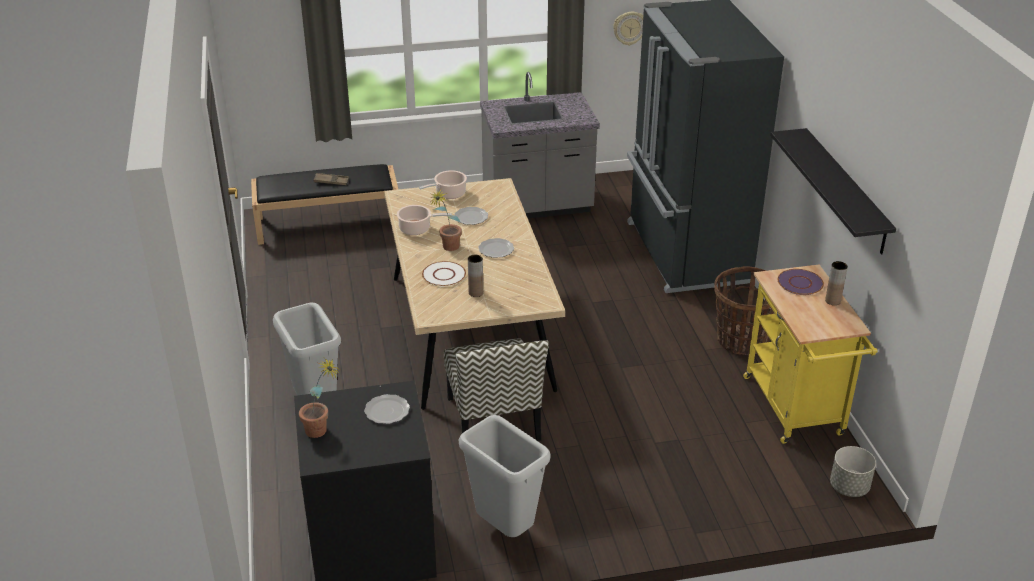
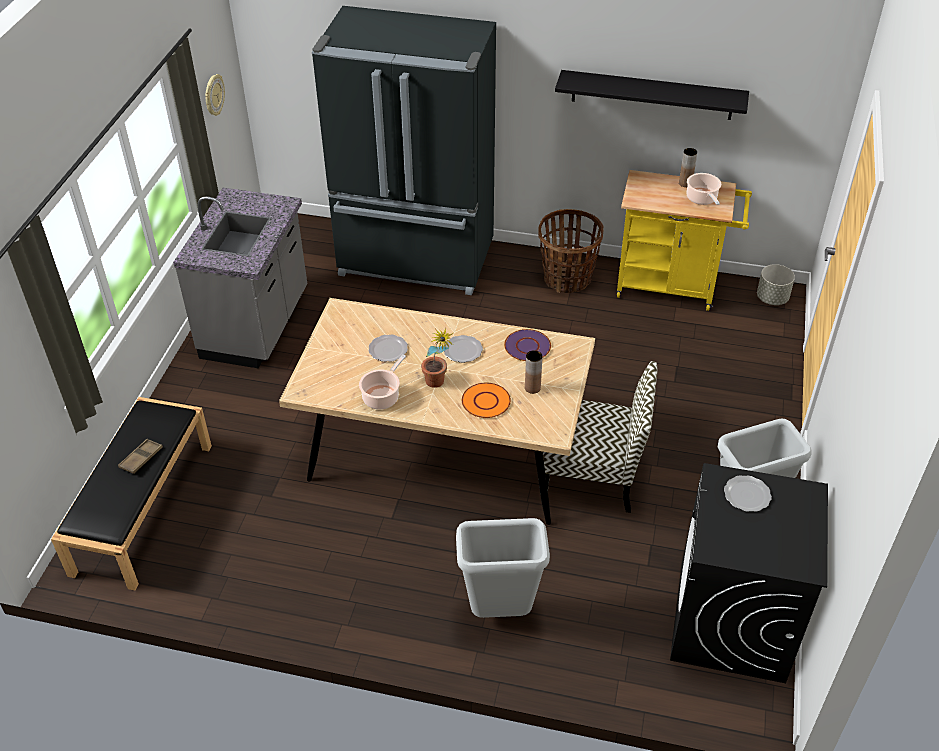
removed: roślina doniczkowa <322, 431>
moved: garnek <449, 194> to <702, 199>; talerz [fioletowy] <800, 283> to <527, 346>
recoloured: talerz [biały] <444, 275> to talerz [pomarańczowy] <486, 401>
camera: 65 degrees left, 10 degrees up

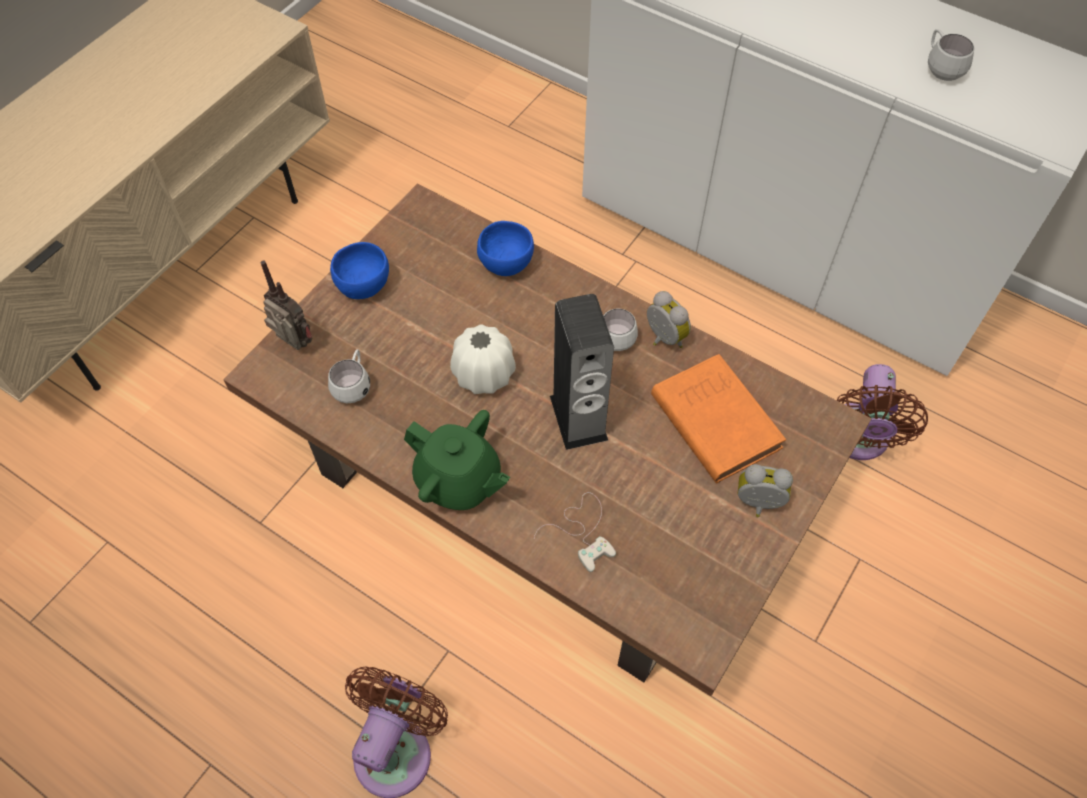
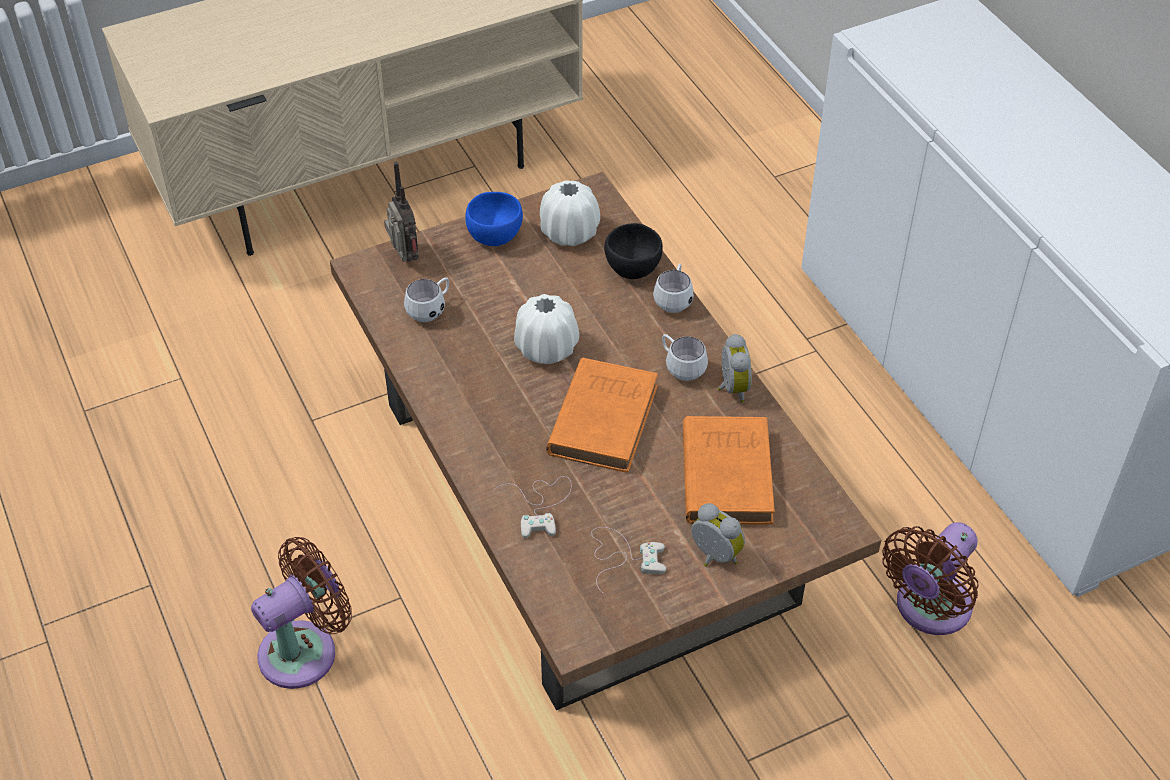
removed: imbryk [zielony] <458, 481>
added: wazon [biały] <569, 233>; pad do gier [biały] <623, 556>
moved: kubek [biały] <940, 68> to <674, 299>
replaced: głośnik <578, 417> to książka [pomarańczowy] <604, 417>
recoloured: miska [niebieski] <505, 263> to miska [czarny] <633, 267>
camera: 30 degrees right, 10 degrees down

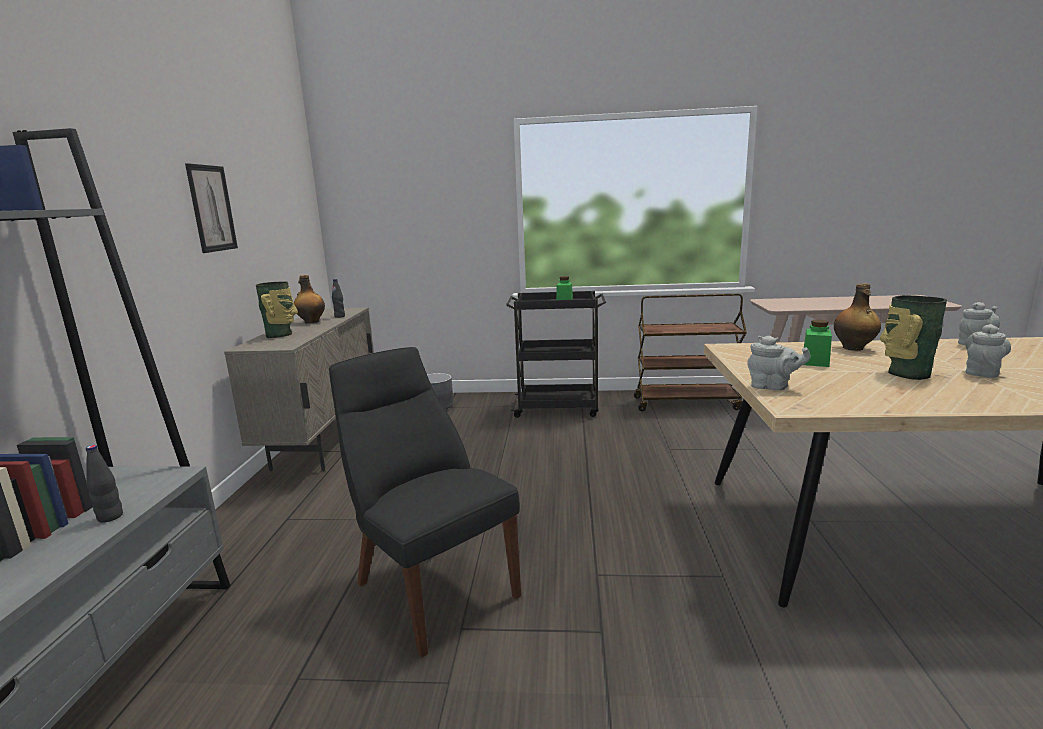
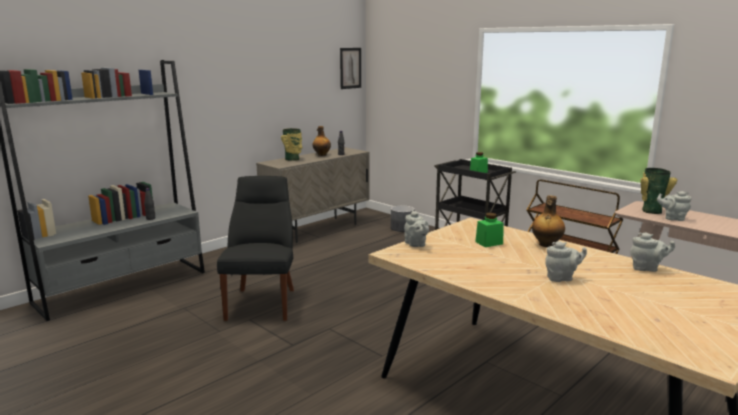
added: imbryk [szary] <673, 218>
moved: obraz <212, 208> to <350, 68>; wazon <906, 373> to <651, 210>
camera: 40 degrees right, 0 degrees up

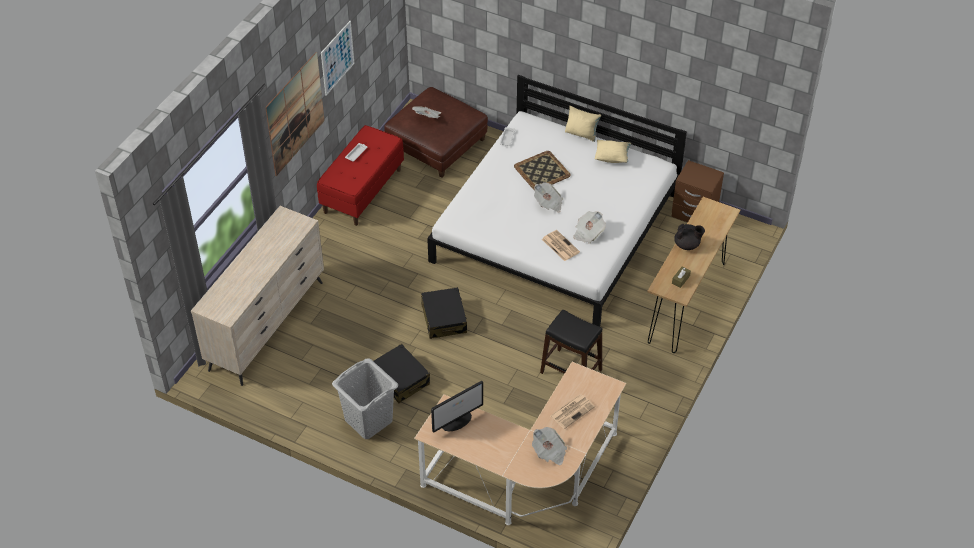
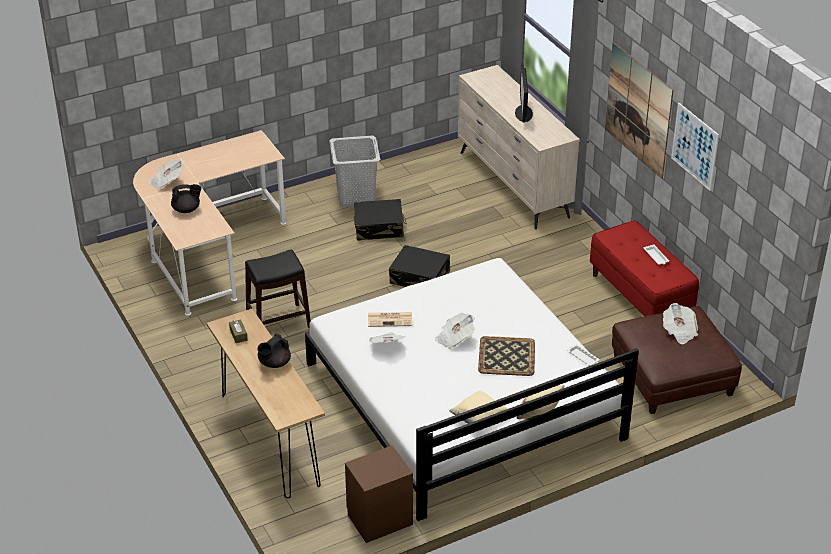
moved: monitor <457, 421> to <523, 113>
replaced: gazeta <572, 411> to imbryk [czarny] <187, 209>
camera: 125 degrees right, 10 degrees down

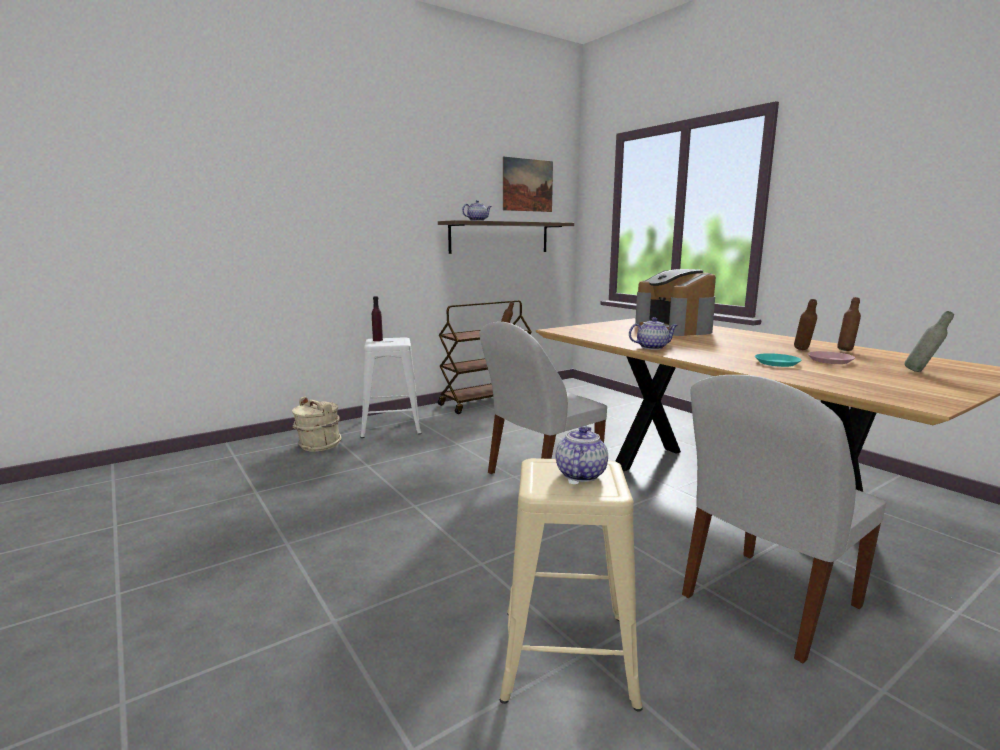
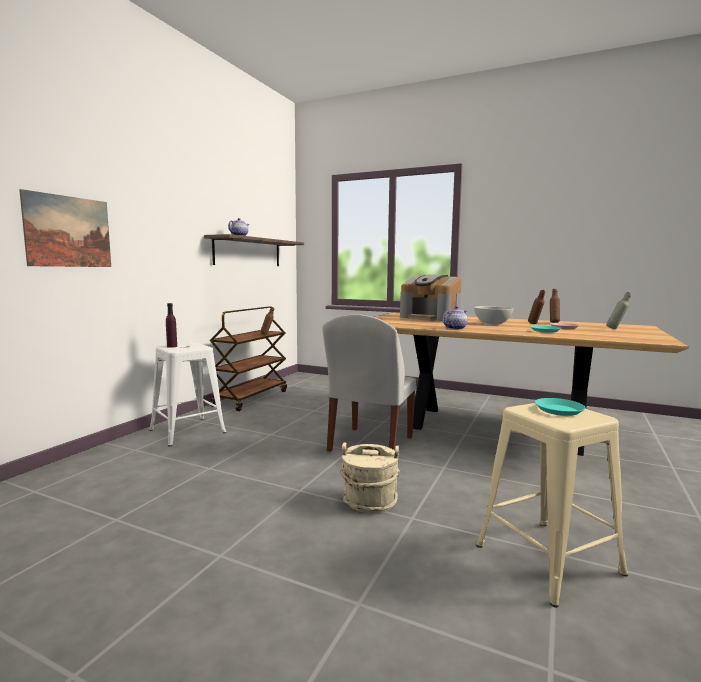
removed: krzesło [biały] <767, 603>
added: miska [biały] <492, 324>
moved: wiadro [beżowy] <318, 445> to <369, 501>; obraz <527, 185> to <69, 231>
replaced: imbryk <580, 474> to talerz [turkusowy] <558, 410>
camera: 30 degrees left, 5 degrees down

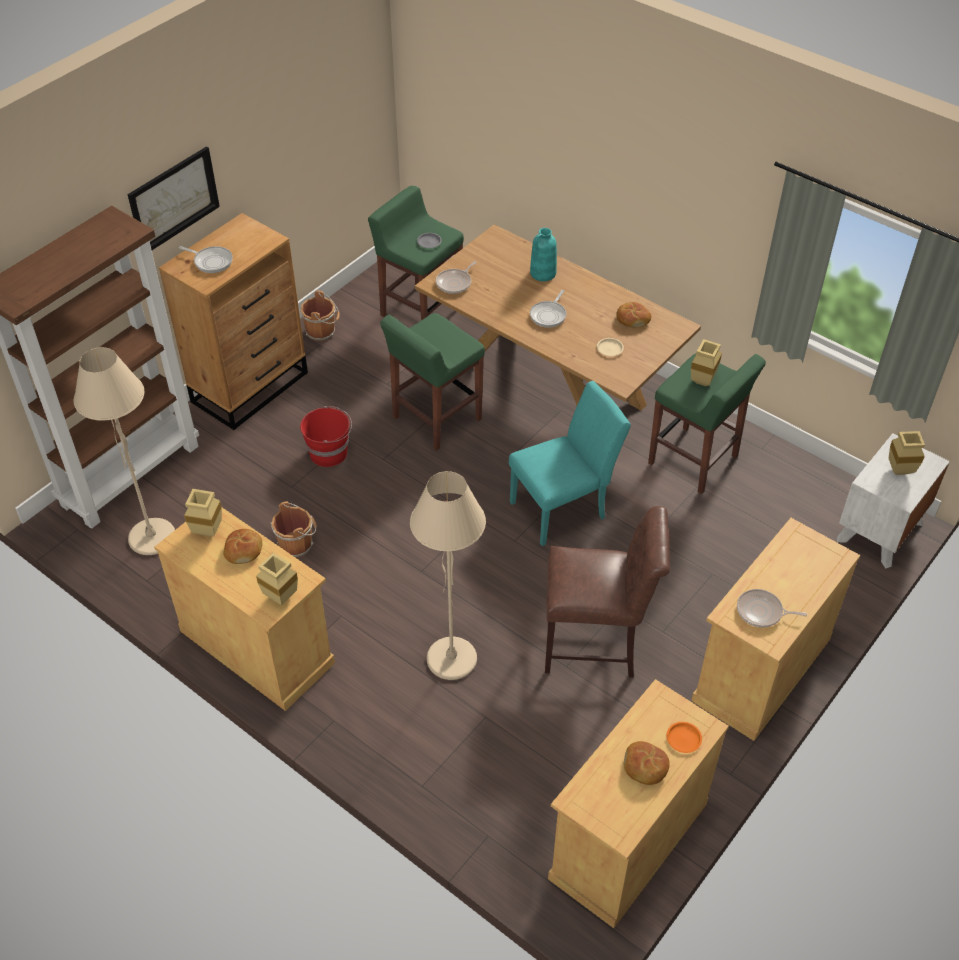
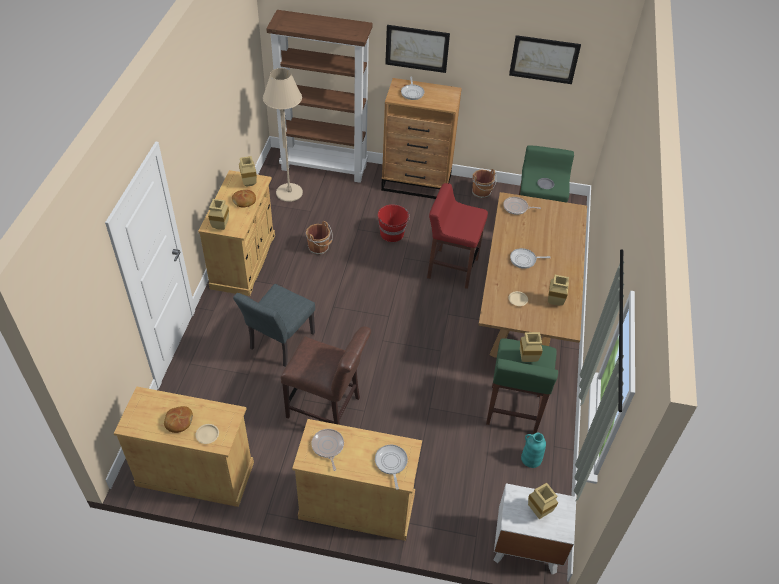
removed: krzesło [turkusowy] <564, 508>
added: patelnia <391, 463>; obraz <544, 59>
moved: wazon [turkusowy] <543, 273> to <531, 459>
replaced: lampa stojąca [beżowy] <451, 659> to krzesło [szary] <279, 344>; chleb <632, 319> to wazon [beżowy] <555, 302>
recoloured: stołek [zielony] <435, 419> to stołek [czerwony] <451, 268>; talerz [pomarańczowy] <683, 738> to talerz [beżowy] <207, 434>
turned: krzesło [brązowy] <596, 645> = <327, 409> 45 degrees counterclockwise
camera: 60 degrees right, 0 degrees up

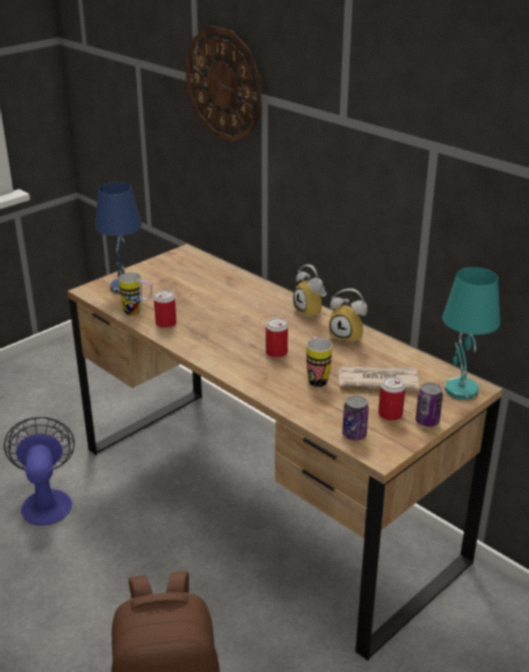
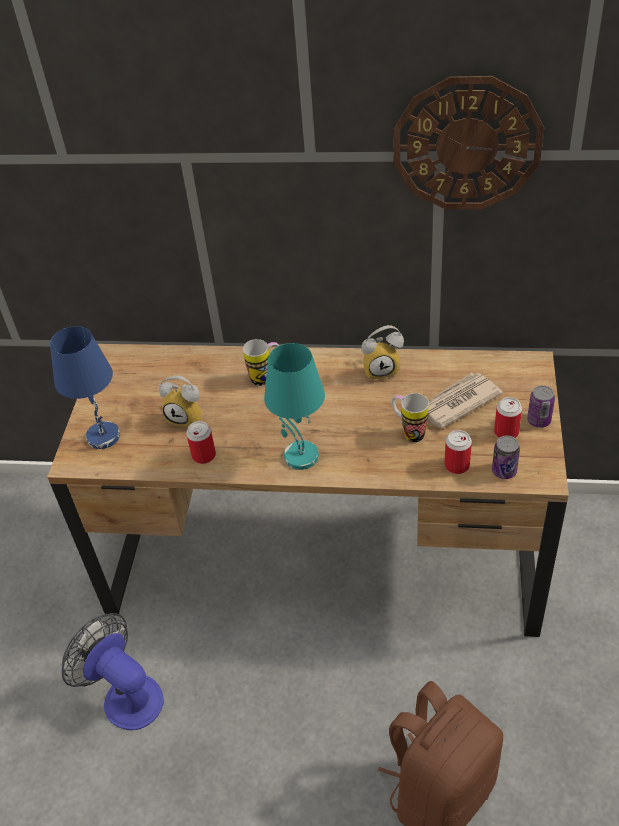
moved: kubek <138, 312> to <266, 377>; zegar ścienny <224, 84> to <467, 144>; puszka <276, 353> to <457, 465>; budzik <312, 312> to <188, 417>; lampa stołowa [turkusowy] <460, 389> to <300, 456>
camera: 35 degrees left, 15 degrees up

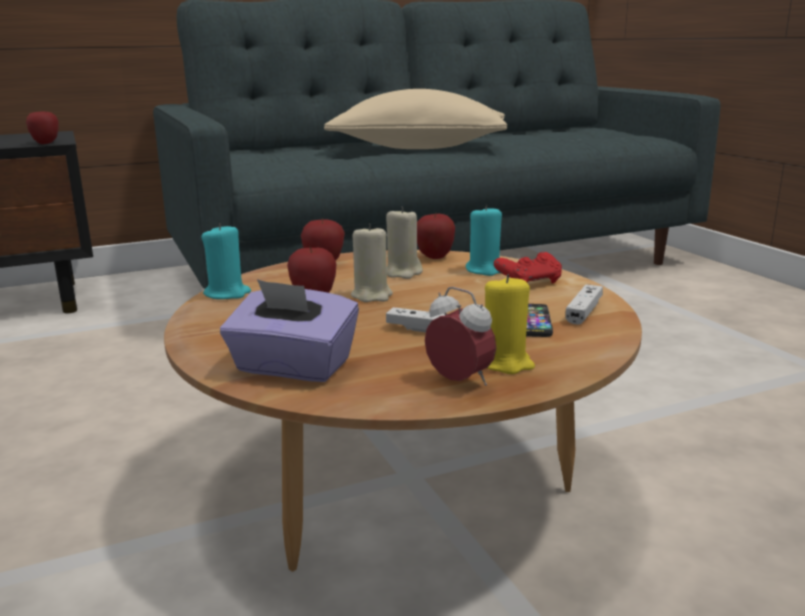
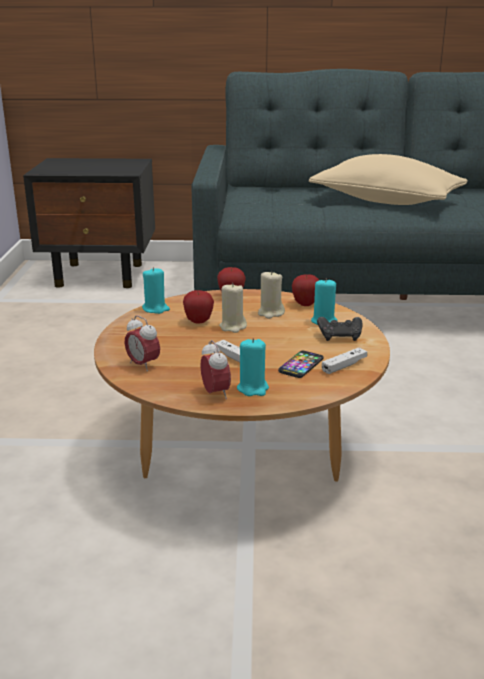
removed: jabłko <46, 143>
replaced: pudełko chusteczek [fioletowy] <292, 367> to budzik <143, 365>
recoloured: świeca [żółty] <505, 363> to świeca [turkusowy] <253, 388>; pad do gier [czerwony] <529, 282> to pad do gier [czarny] <340, 337>
camera: 25 degrees right, 5 degrees up

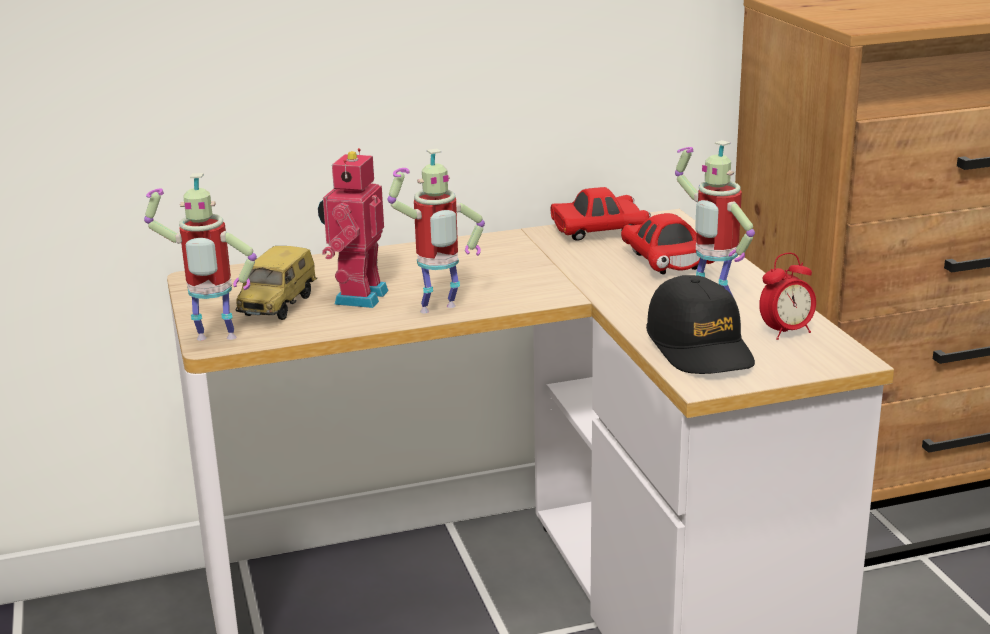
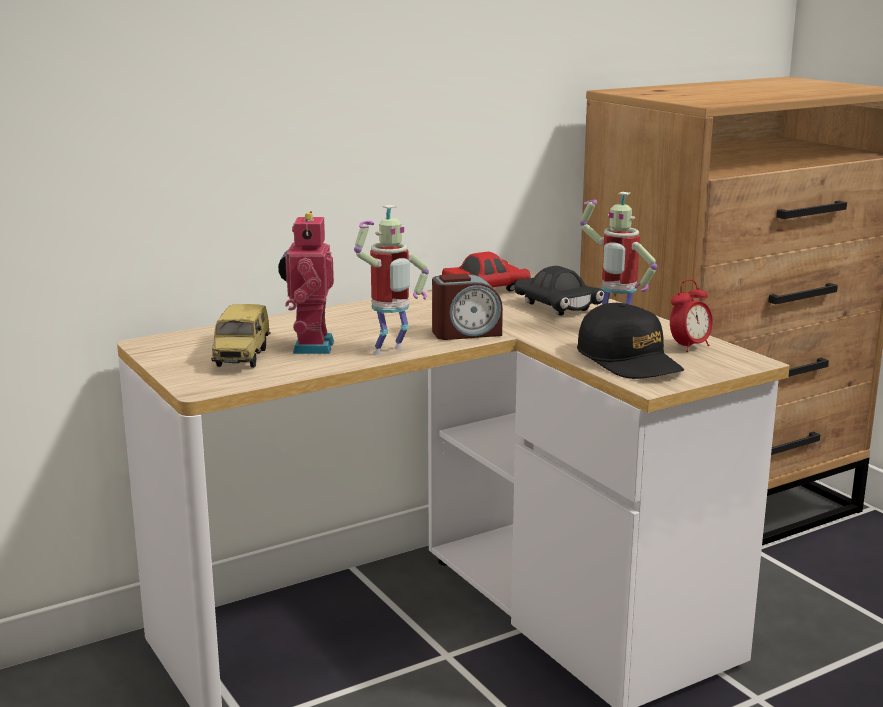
removed: robot zabawkowy <214, 340>
added: budzik <466, 333>
recoloured: samochodzik [czerwony] <666, 262> to samochodzik [czarny] <557, 307>
camera: 15 degrees left, 5 degrees down

